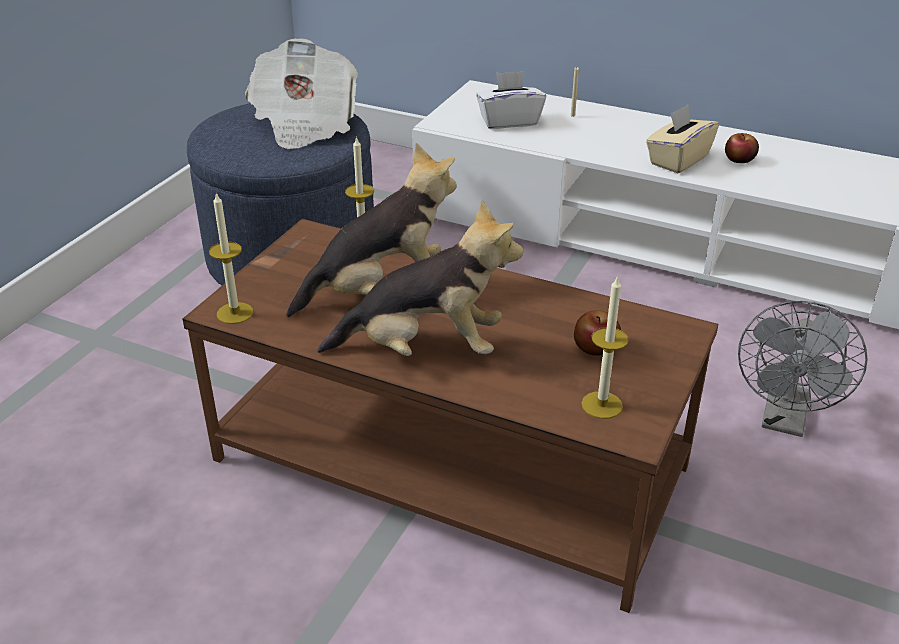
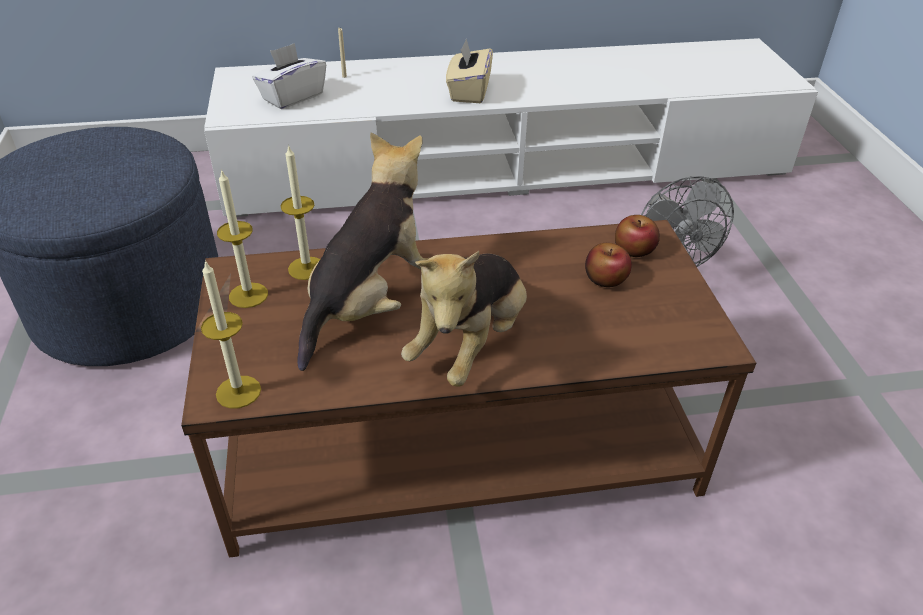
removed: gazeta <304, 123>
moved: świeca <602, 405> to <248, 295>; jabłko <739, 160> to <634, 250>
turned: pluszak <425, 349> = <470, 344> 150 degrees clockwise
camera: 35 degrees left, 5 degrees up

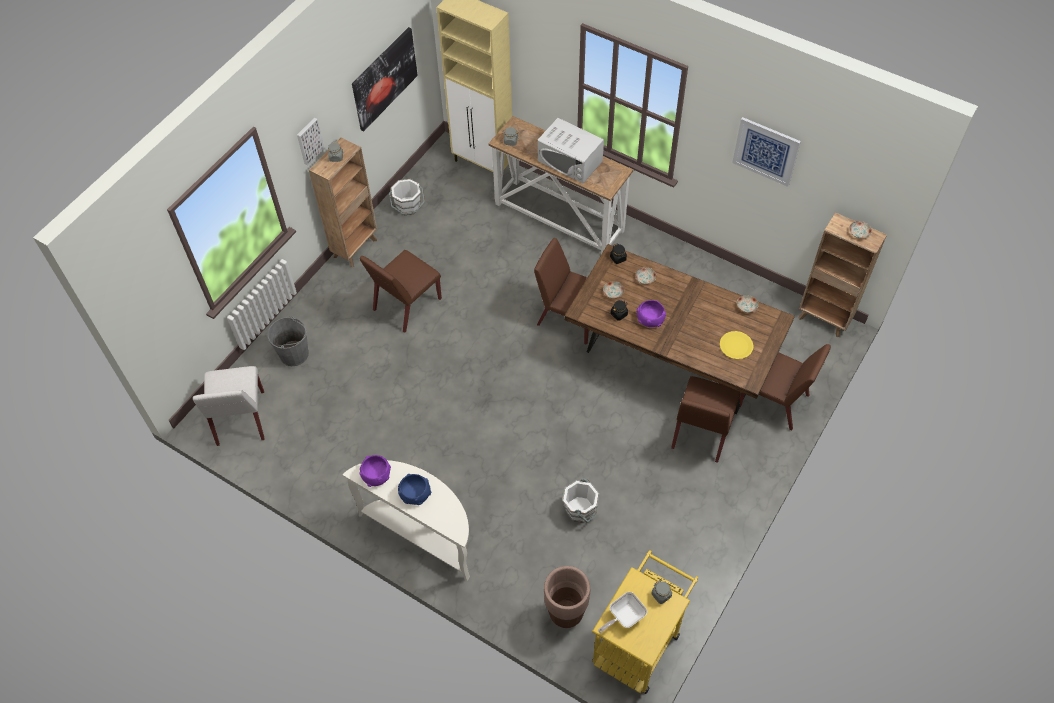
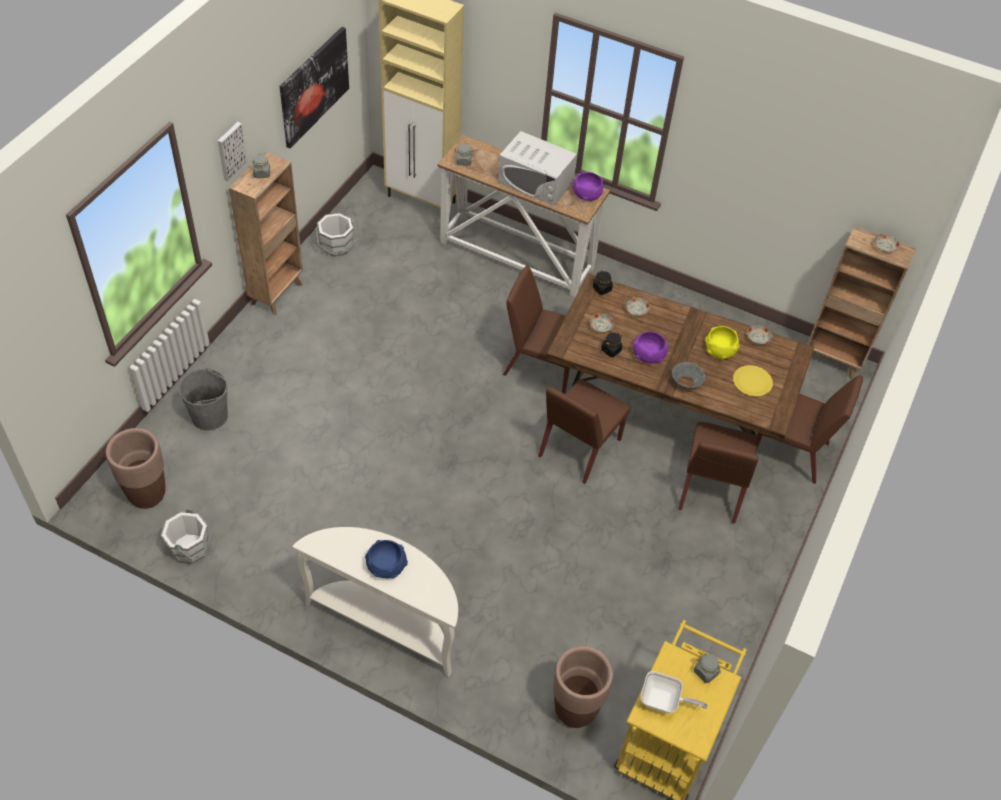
removed: obraz <766, 151>
added: miska [szary] <686, 383>; miska [żółty] <720, 349>
moved: miska [fioletowy] <376, 474> to <586, 193>; krzesło [brązowy] <406, 305> to <579, 448>; wiadro [biały] <580, 509> to <190, 548>
replaced: krzesło [biały] <240, 419> to donica [brązowy] <147, 494>
turned: patelnia <624, 617> = <663, 701> 120 degrees counterclockwise
camera: 10 degrees left, 5 degrees down

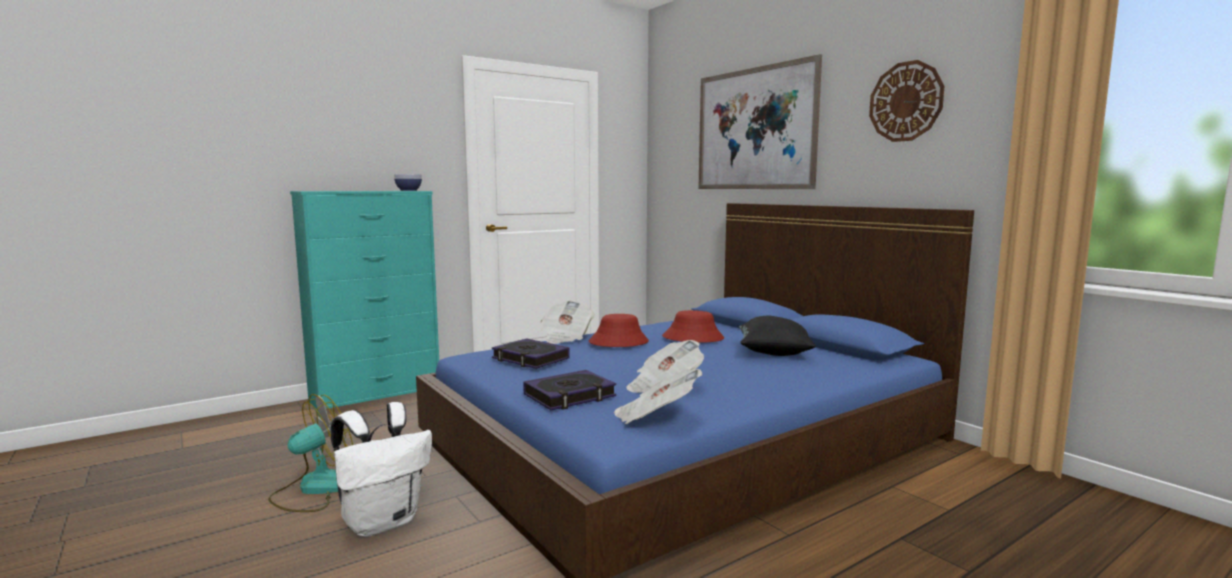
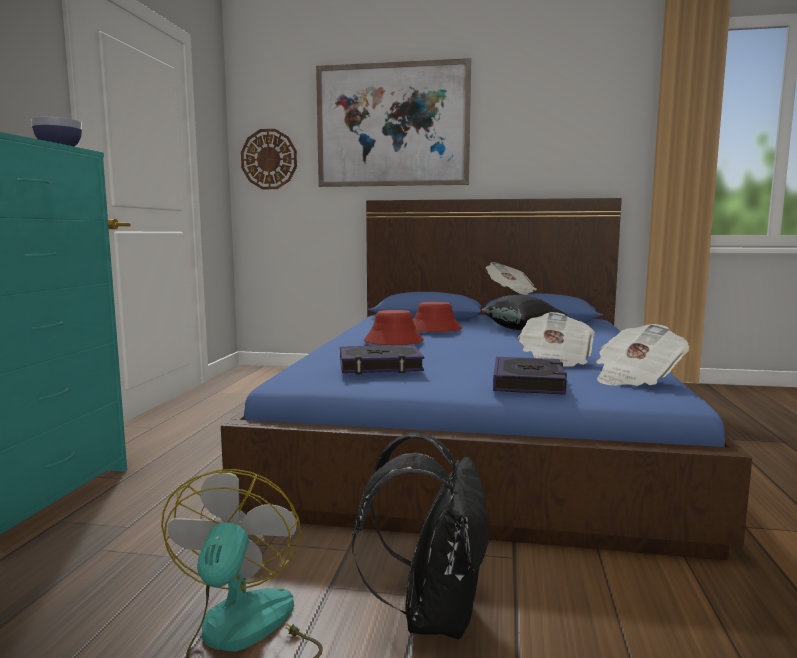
moved: gazeta <566, 337> to <510, 292>; zegar ścienny <905, 101> to <269, 159>
recoloured: plecak [biały] <383, 522> to plecak [czarny] <432, 614>
camera: 45 degrees left, 0 degrees up

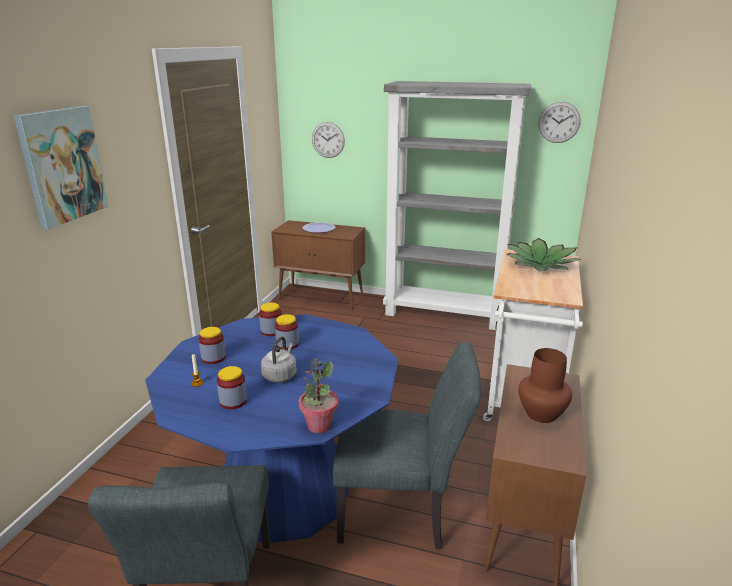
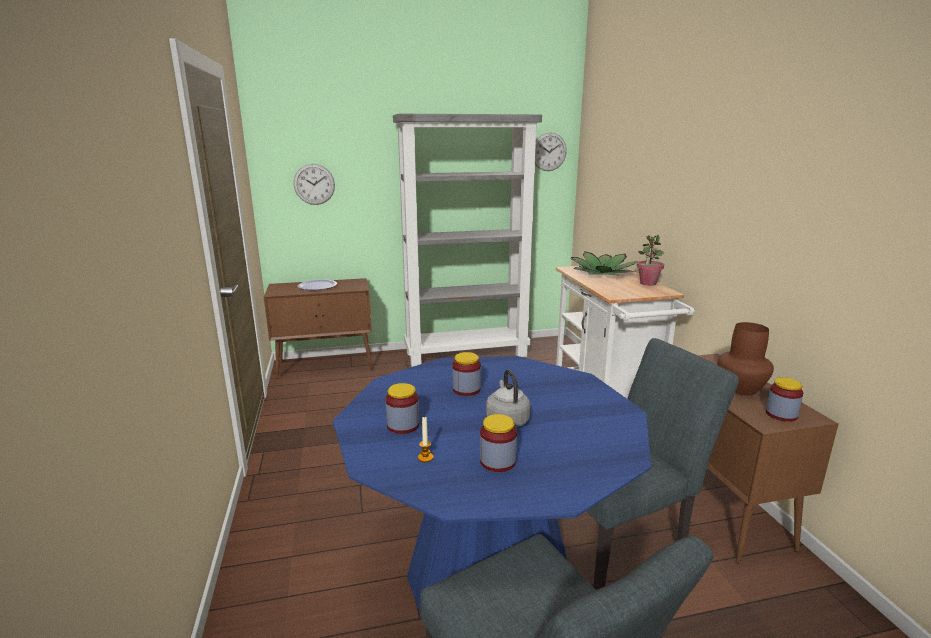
removed: obraz <62, 165>
moved: słoik <271, 331> to <781, 414>; roślina doniczkowa <319, 425> to <648, 283>
camera: 30 degrees left, 5 degrees down

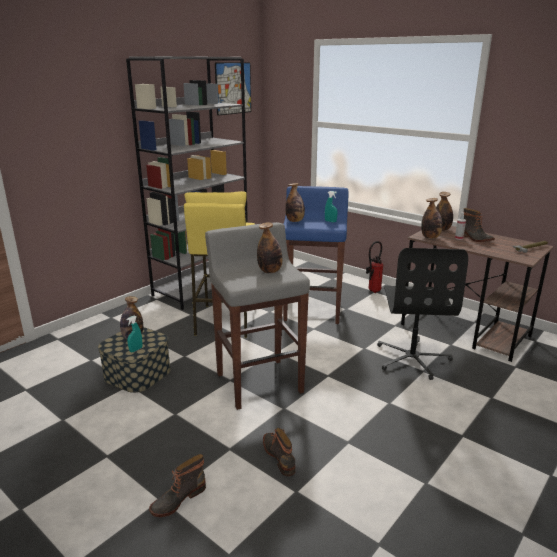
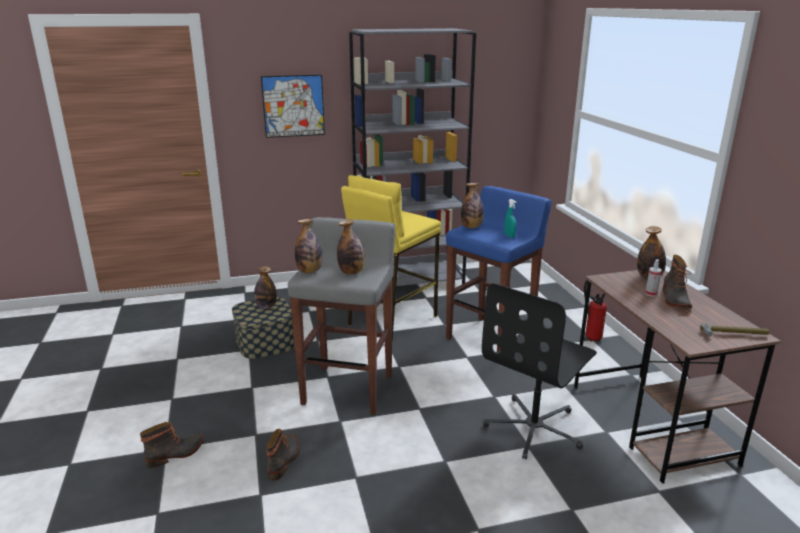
removed: spryskiwacz [turkusowy] <136, 349>
moved: obraz <233, 88> to <293, 106>; butelka <430, 237> to <309, 271>
turned: but z cholewką <178, 499> = <176, 454> 150 degrees clockwise
camera: 35 degrees right, 0 degrees up

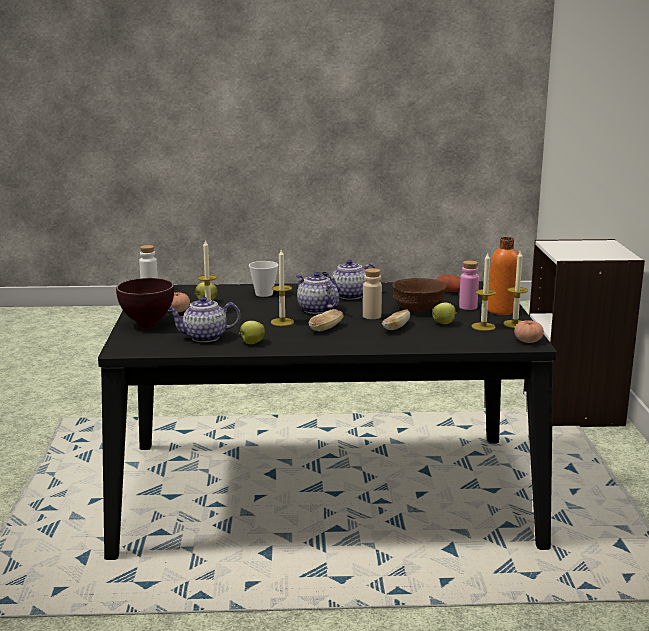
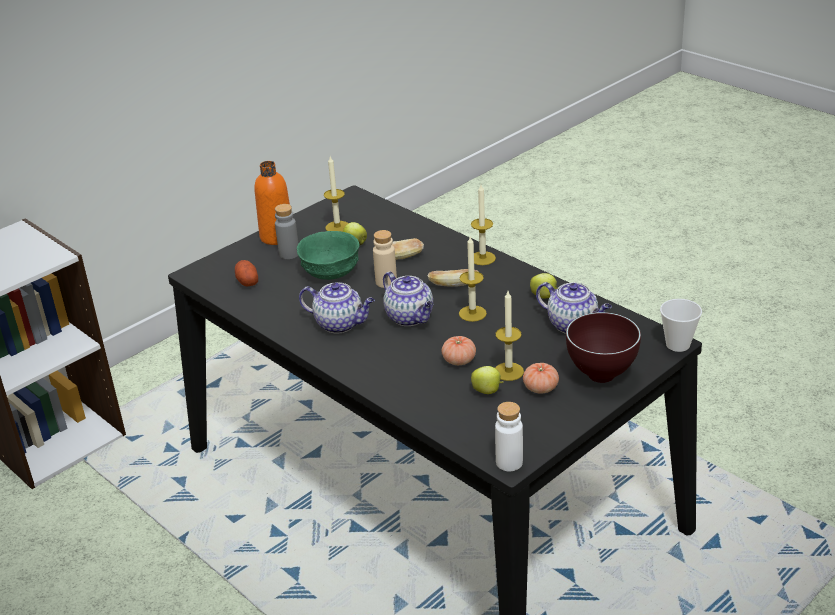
moved: filiżanka <264, 294> to <678, 344>; świeca <515, 324> to <482, 258>; pomidor <528, 341> to <459, 360>
recoloured: miska [brązowy] <418, 309> to miska [zielony] <331, 272>; butelka [różowy] <468, 307> to butelka [szary] <289, 254>
turned: imbryk <315, 309> = <410, 317> 45 degrees counterclockwise
camera: 130 degrees left, 15 degrees up

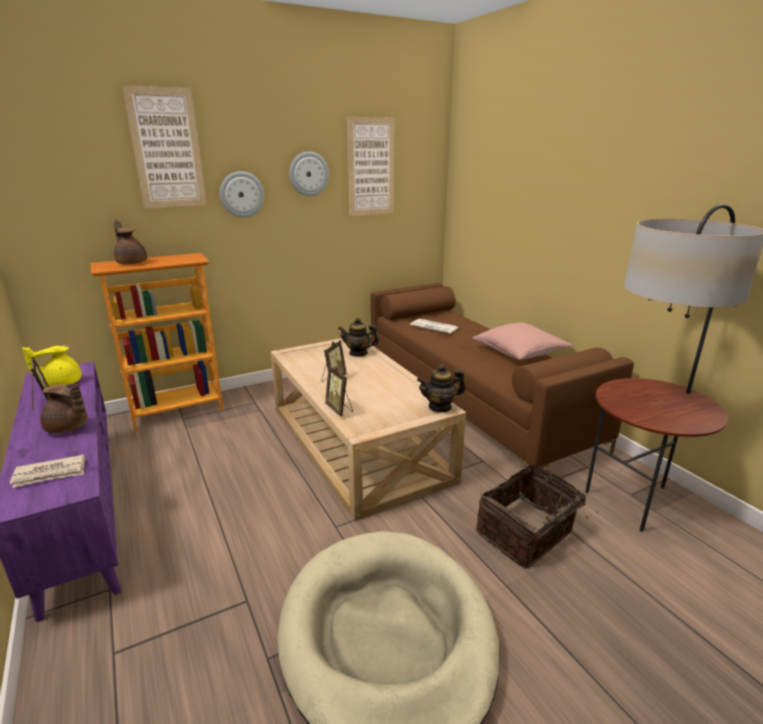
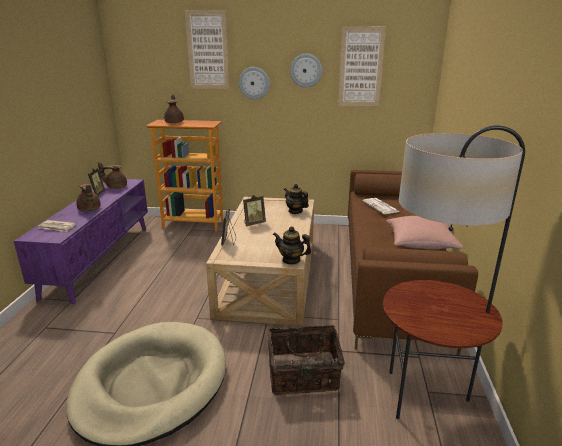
recoloured: imbryk [żółty] <61, 383> to imbryk [brązowy] <116, 187>
camera: 35 degrees right, 0 degrees up

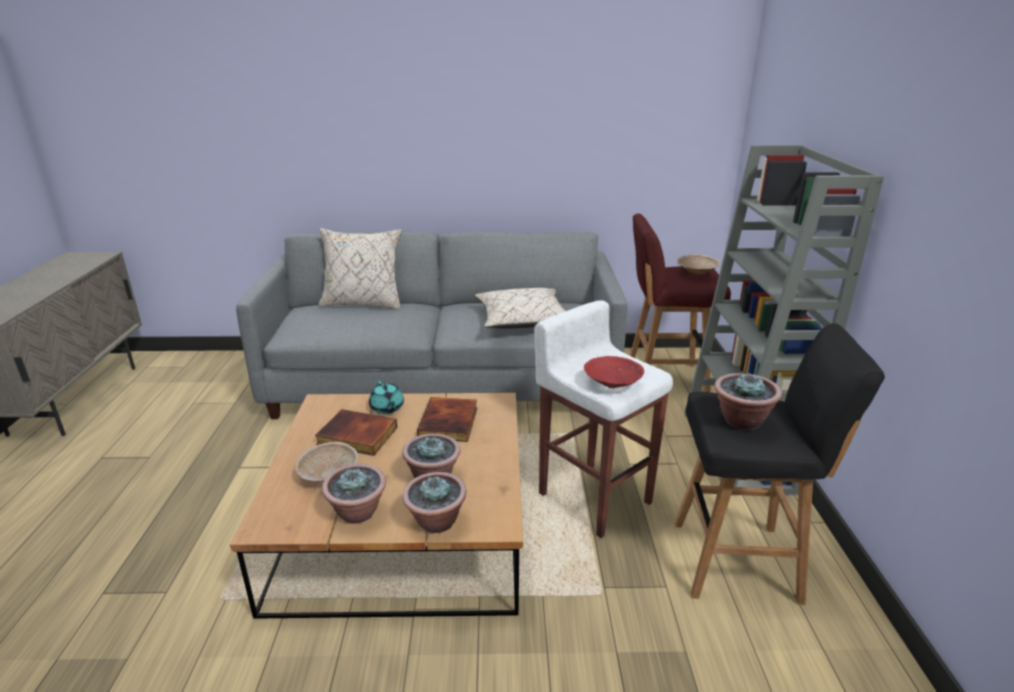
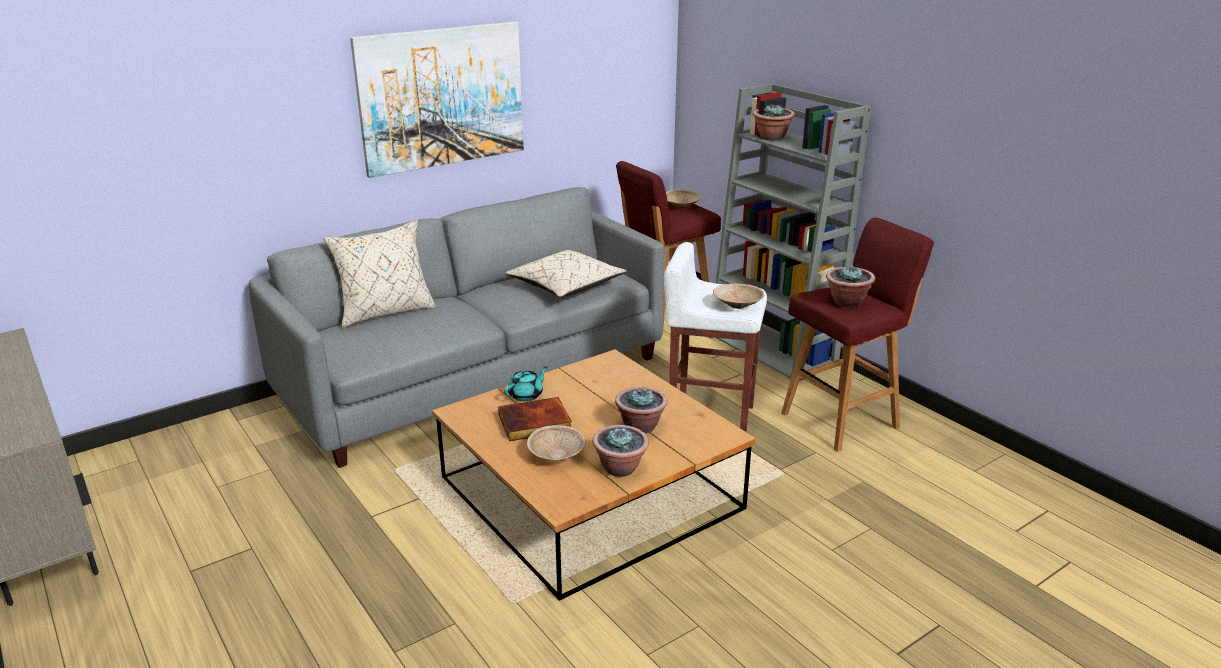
removed: książka <450, 423>
added: obraz <442, 97>
moved: roślina doniczkowa <436, 522> to <771, 138>
recoloured: miska [czerwony] <612, 383> to miska [beżowy] <737, 305>; stołek [czarny] <739, 561> to stołek [czerwony] <842, 420>
turned: imbryk [turkusowy] <387, 408> = <526, 395> 75 degrees counterclockwise
camera: 35 degrees left, 0 degrees up

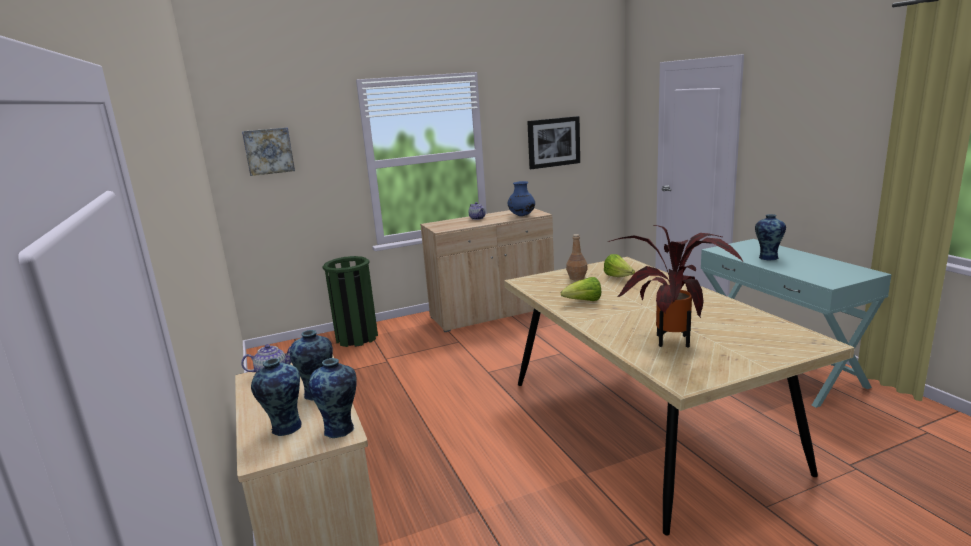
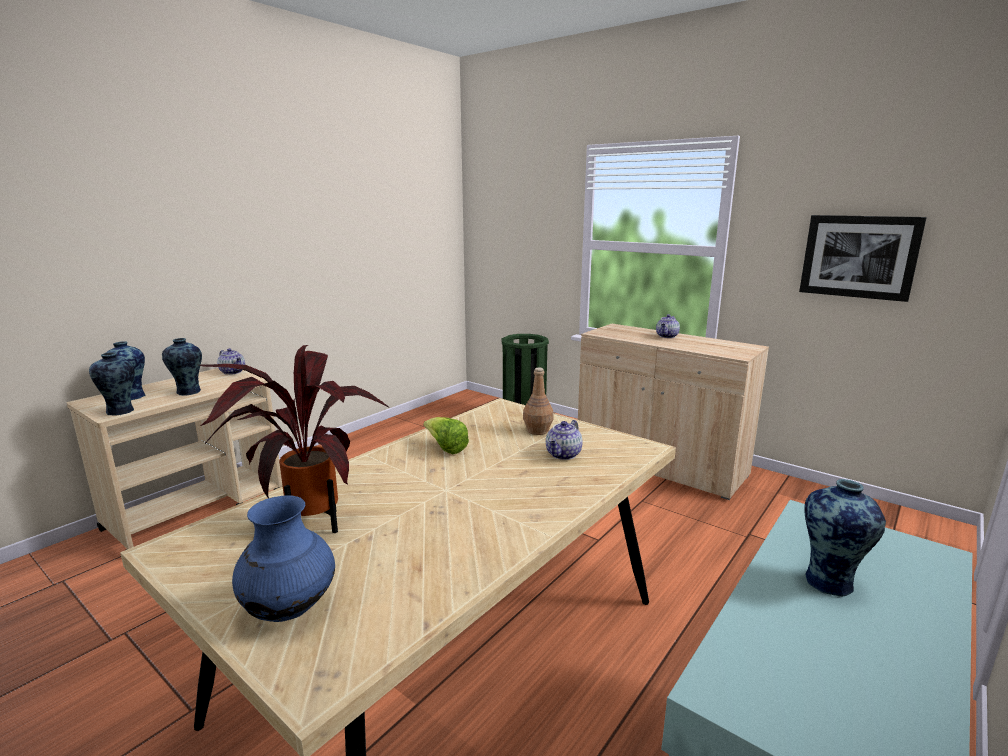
removed: obraz <268, 151>
moved: wazon [niebieski] <521, 215> to <289, 608>
replaced: sałata <618, 277> to imbryk <563, 455>
camera: 60 degrees right, 0 degrees up

